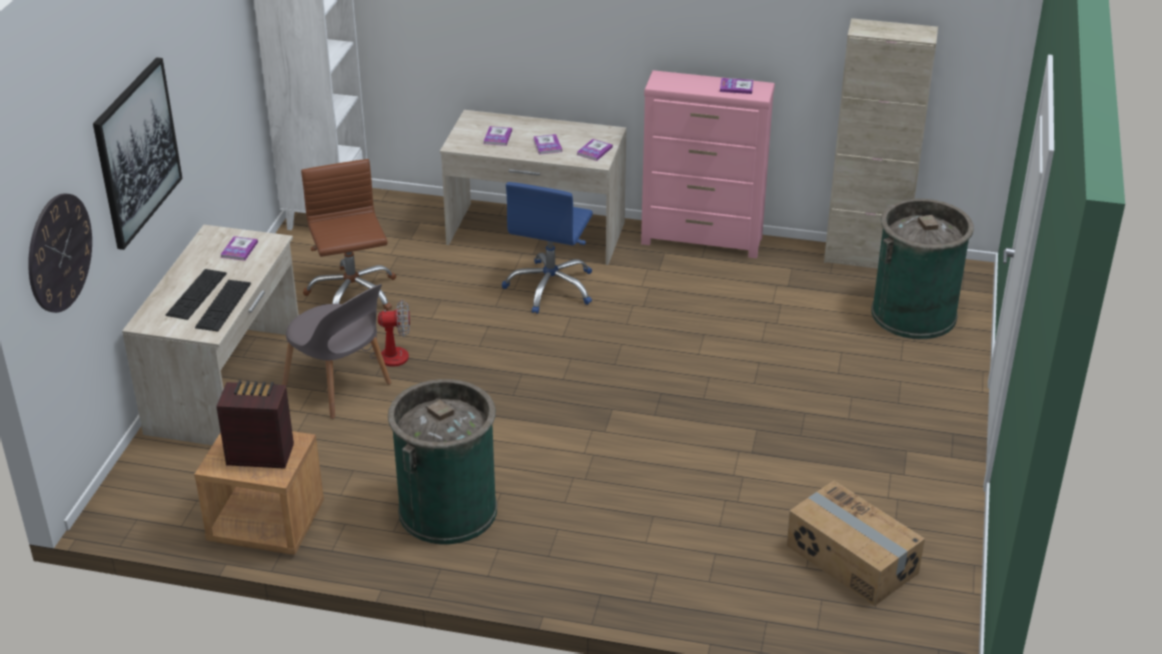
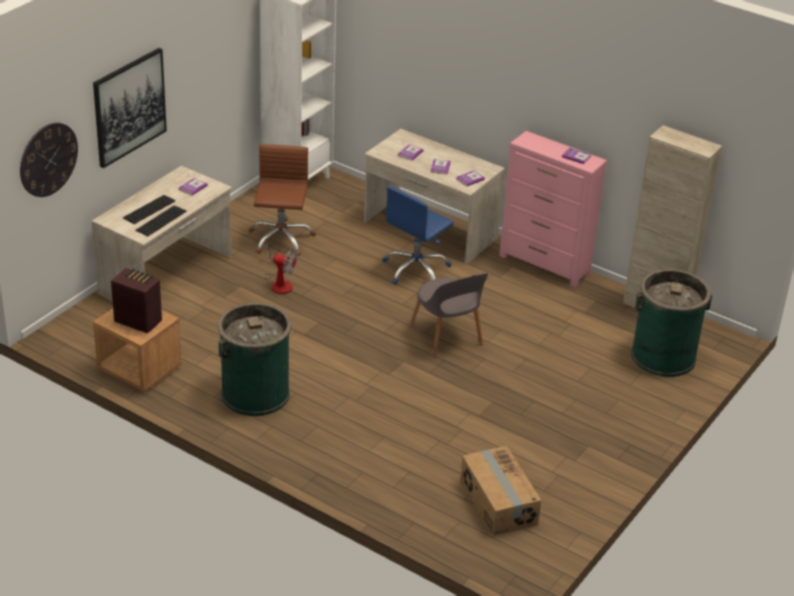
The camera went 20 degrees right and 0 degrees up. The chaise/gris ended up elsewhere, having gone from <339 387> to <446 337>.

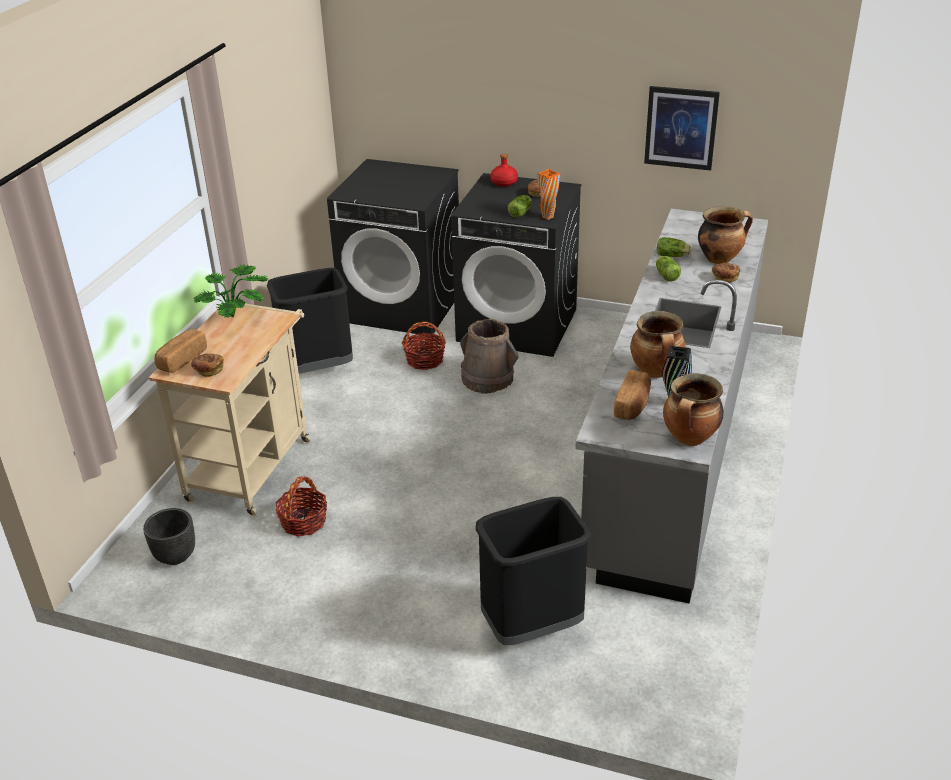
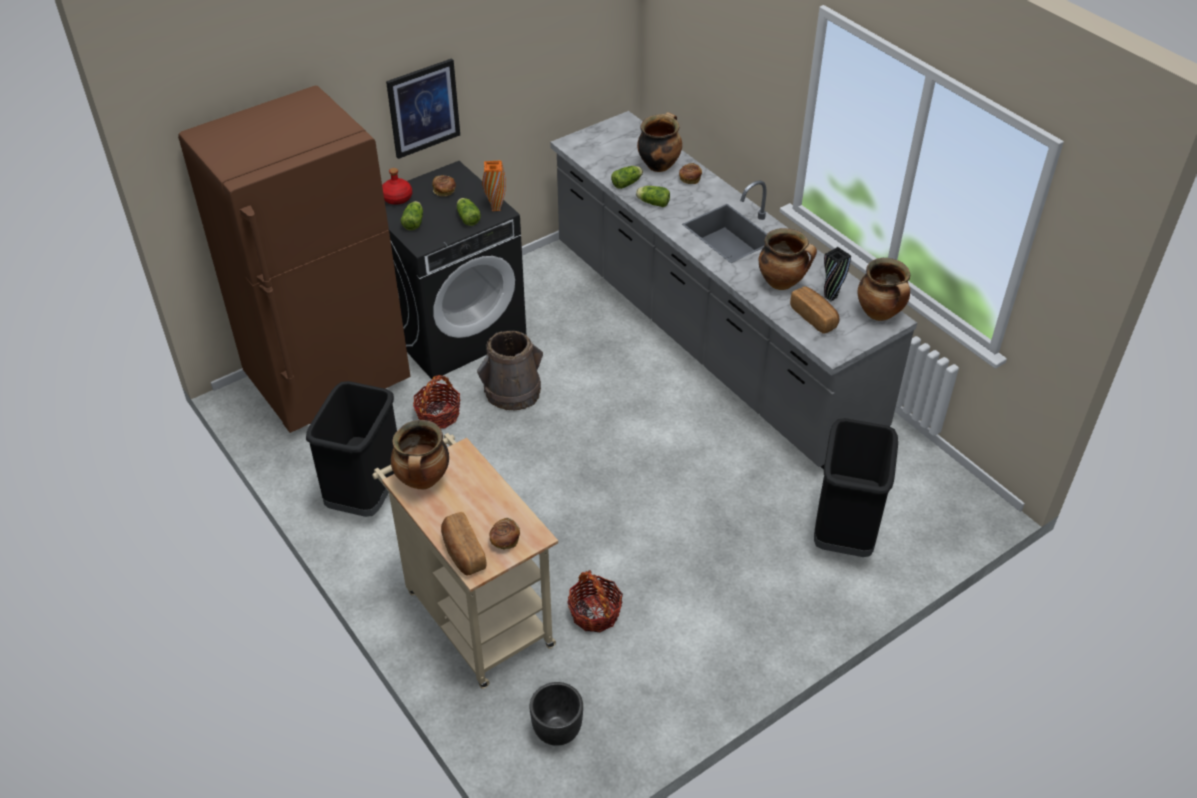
The camera went 55 degrees left and 10 degrees up. Where the lave-linge/noir stood at <403 306>, the réfrigérateur/marron came to stand at <330 383>. The tableau ended up elsewhere, having gone from <681 128> to <423 108>. Where the plante en pot stood at <237 317>, the marmite came to stand at <423 481>. The second view gained the laitue at <414 222>.

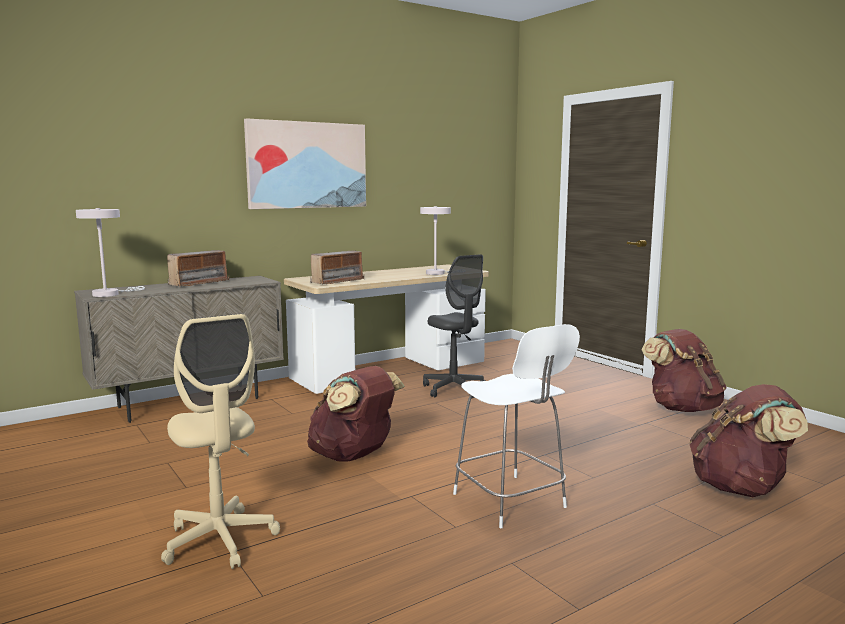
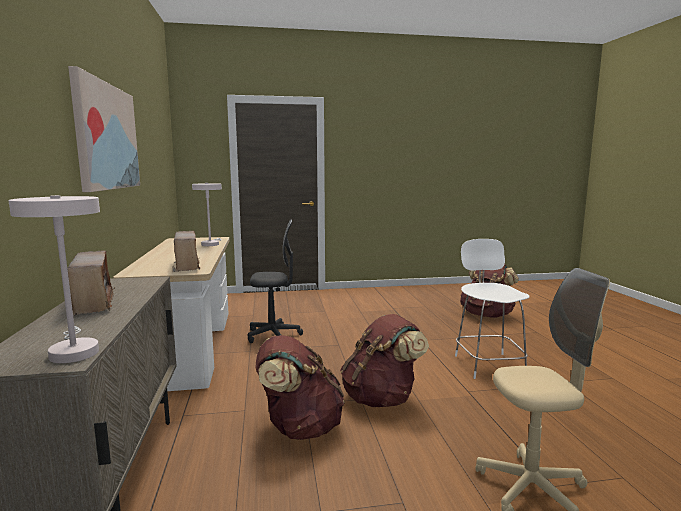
The camera went 65 degrees left and 0 degrees up. The sac à dos/marron ended up elsewhere, having gone from <682 408> to <299 427>. The chaise/blanc at <511 502> ended up facing another way, 90 degrees counterclockwise from before.

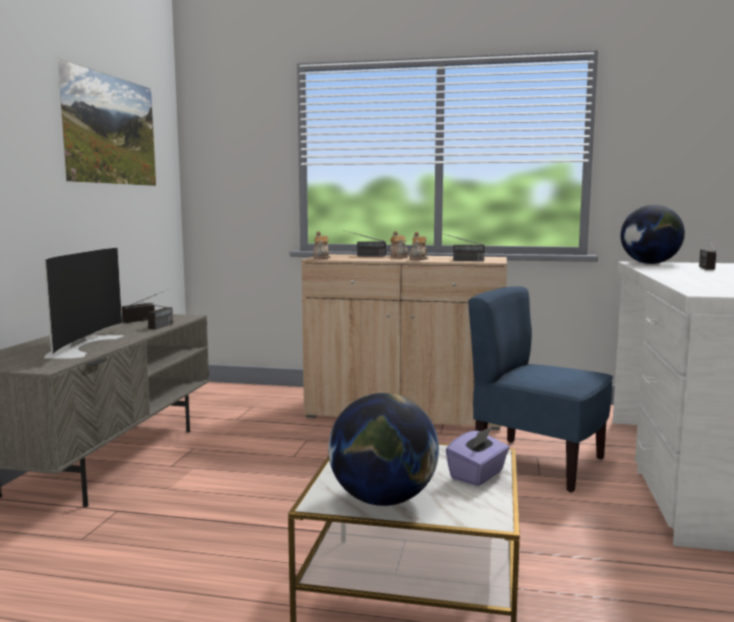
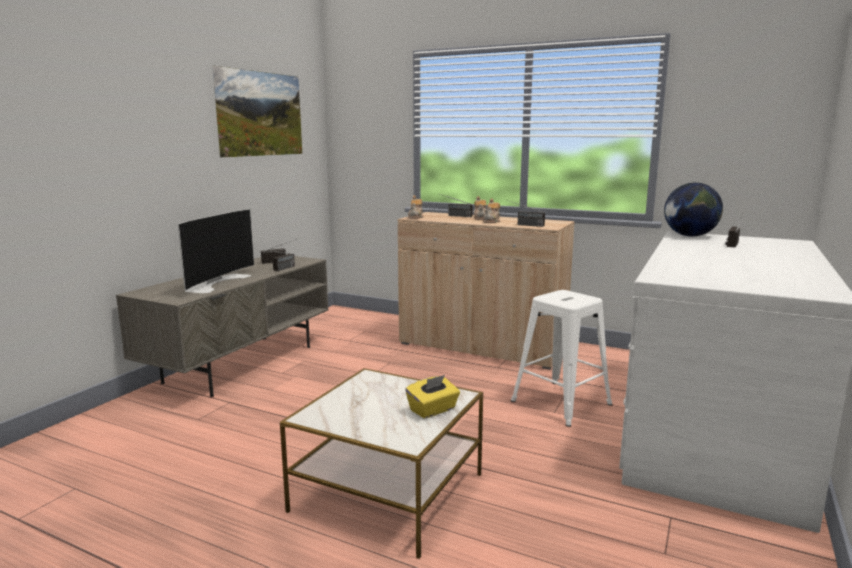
The camera went 15 degrees right and 5 degrees up. What was the boîte à mouchoirs/violet at <477 475> turned into the boîte à mouchoirs/jaune at <433 410>. Where the chaise/bleu stood at <538 463>, the tabouret/blanc came to stand at <560 402>. The second view lost the globe at <383 500>.

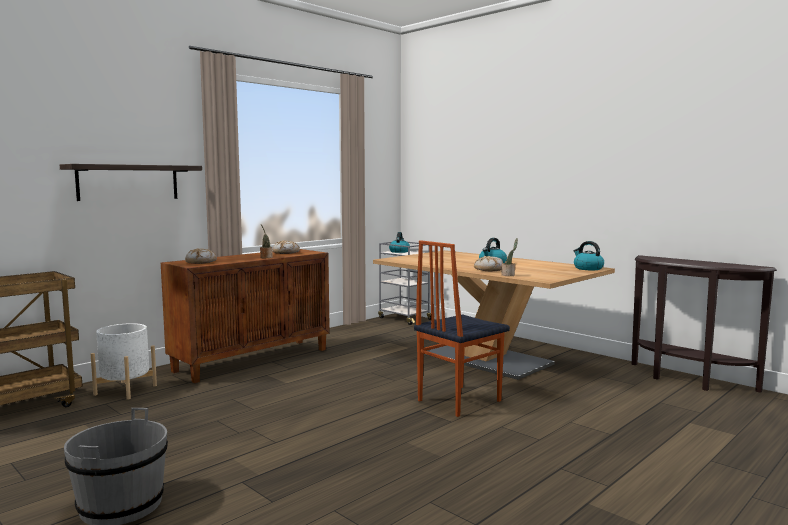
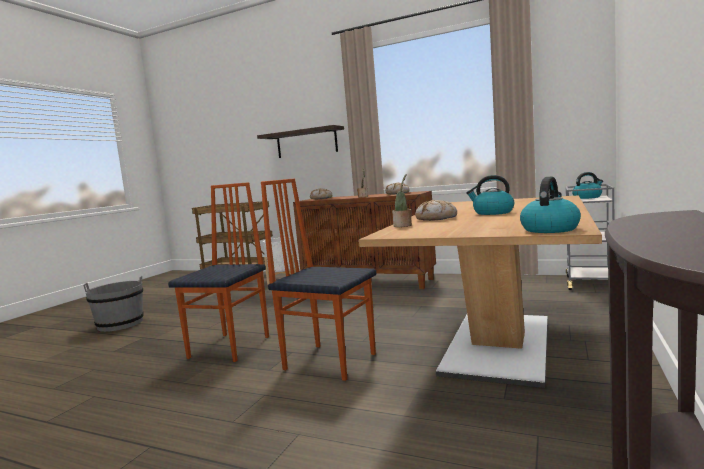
The camera went 70 degrees right and 0 degrees up. The second view gained the chaise at <231 347>.

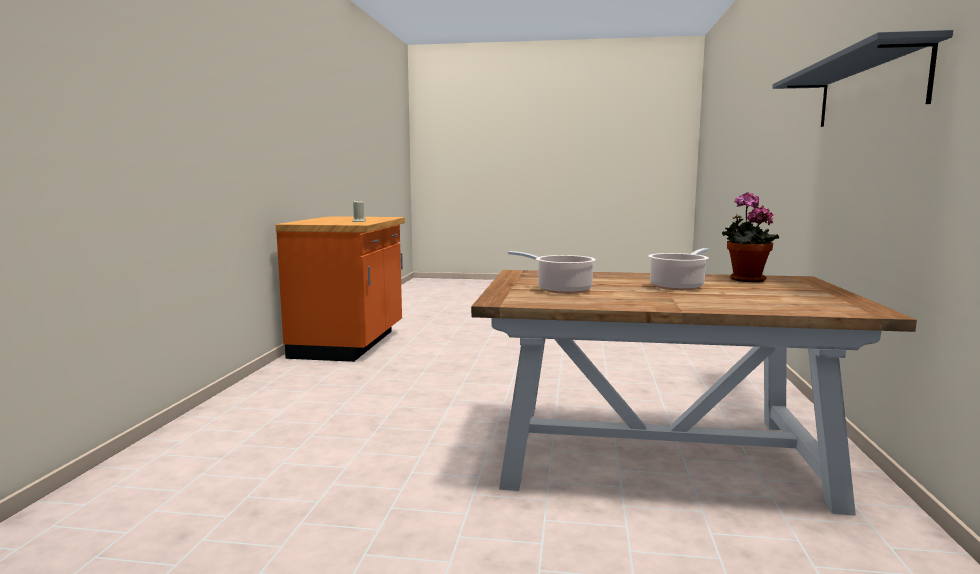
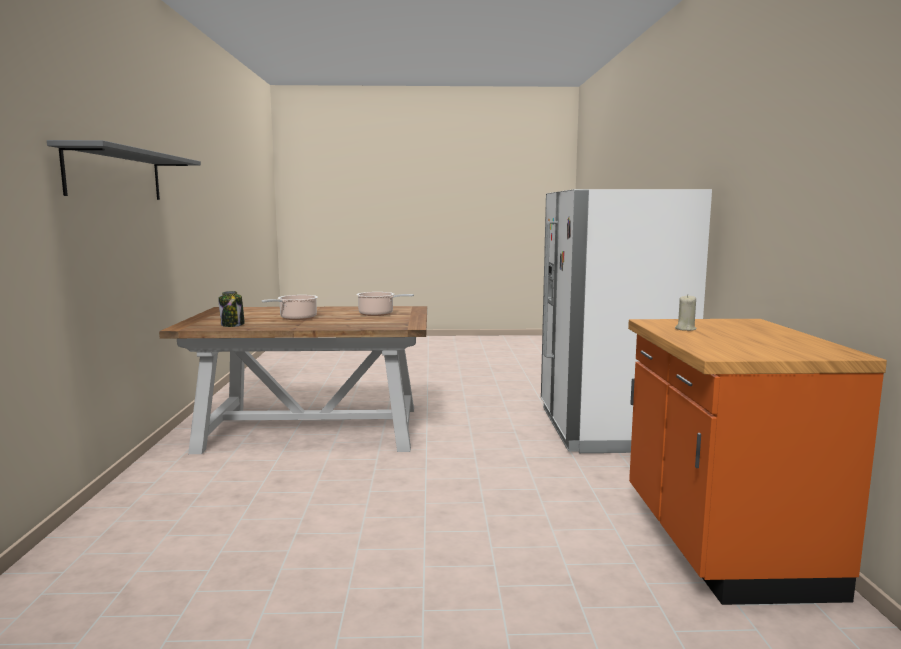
The camera went 170 degrees right and 0 degrees up. Where the plante en pot stood at <744 280>, the bocal came to stand at <233 325>. The second view gained the réfrigérateur/blanc at <609 429>.

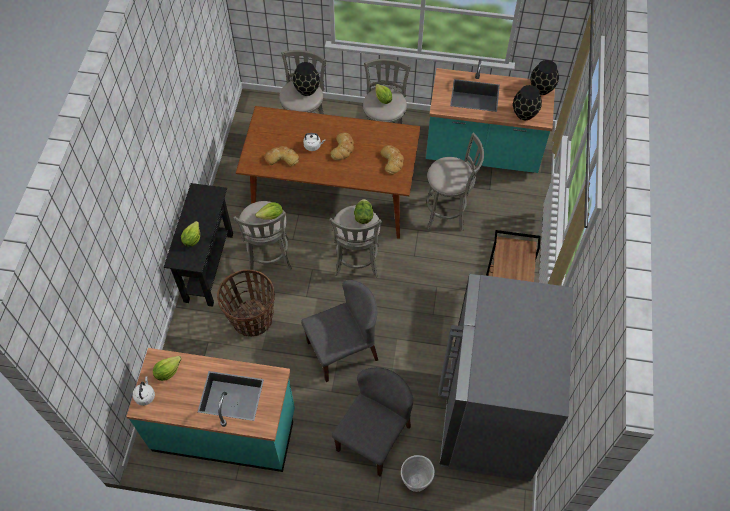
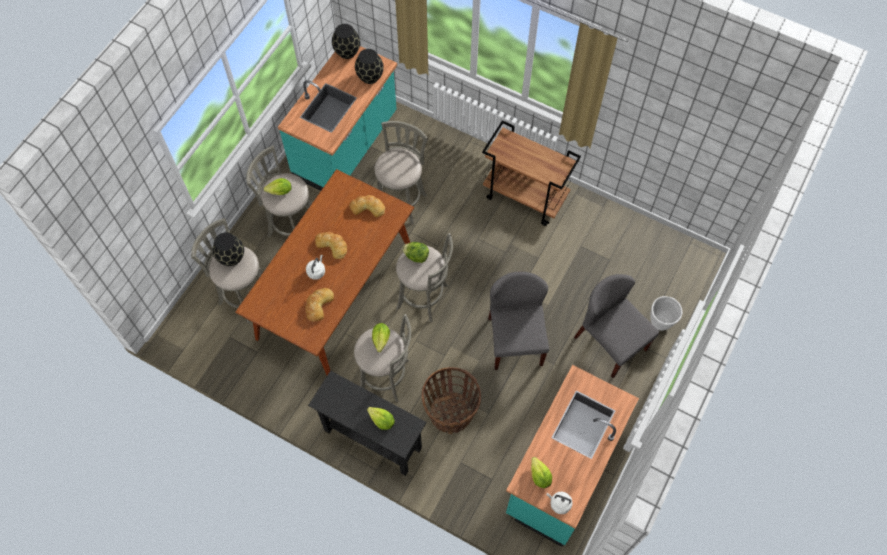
The camera went 70 degrees left and 5 degrees up. The second view lost the réfrigérateur/gris at <488 417>.

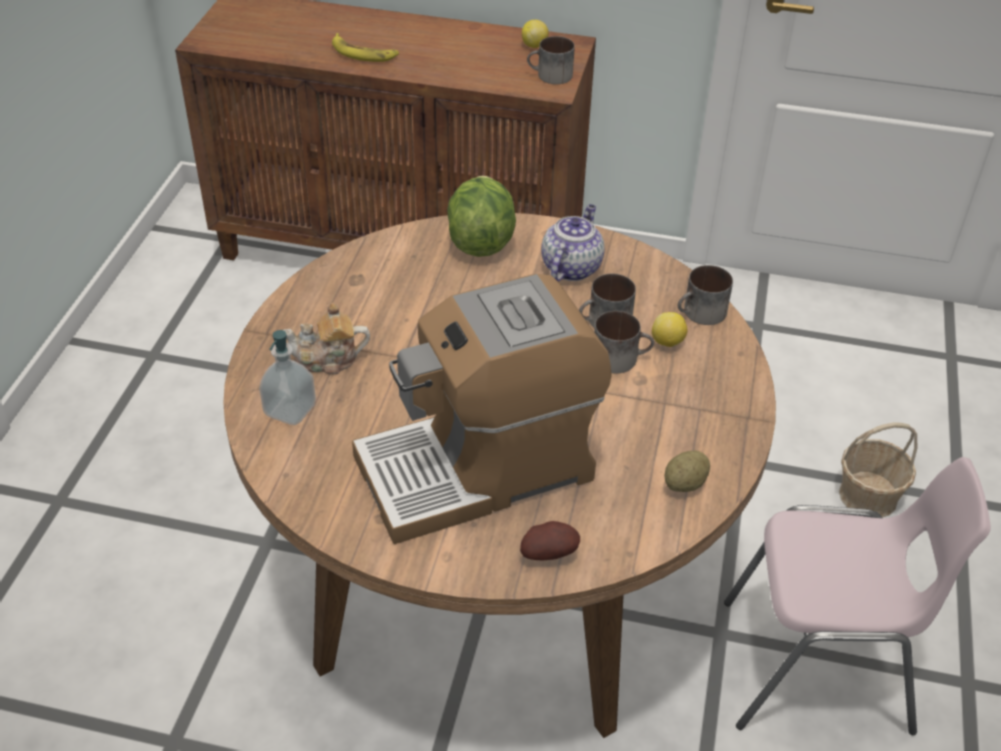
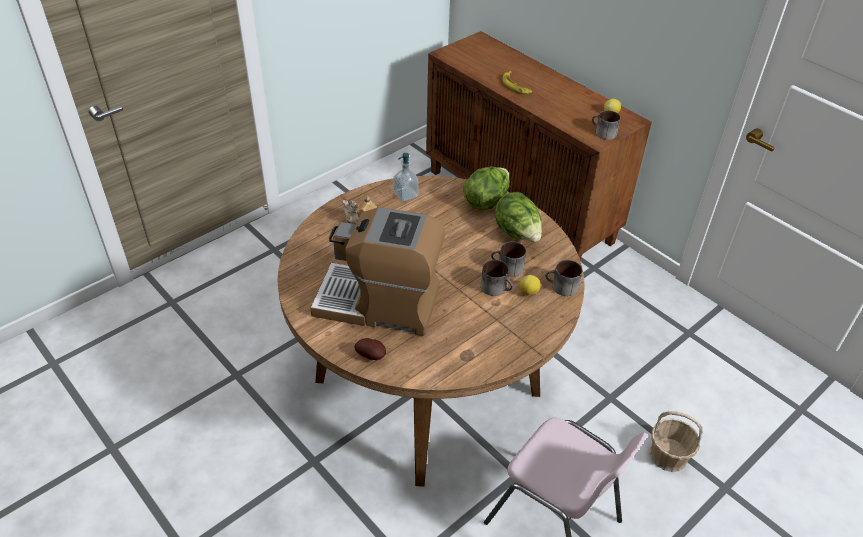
The camera went 35 degrees right and 0 degrees up. The distributeur de savon ended up elsewhere, having gone from <290 410> to <405 195>. Where the théière stood at <571 267>, the laitue came to stand at <517 234>. The second view lost the pomme de terre at <685 484>.

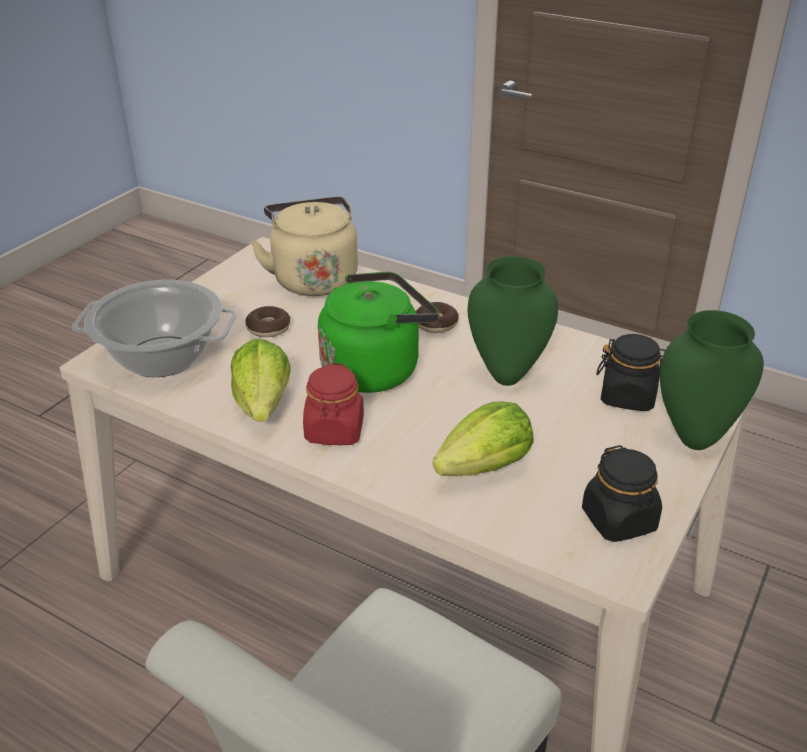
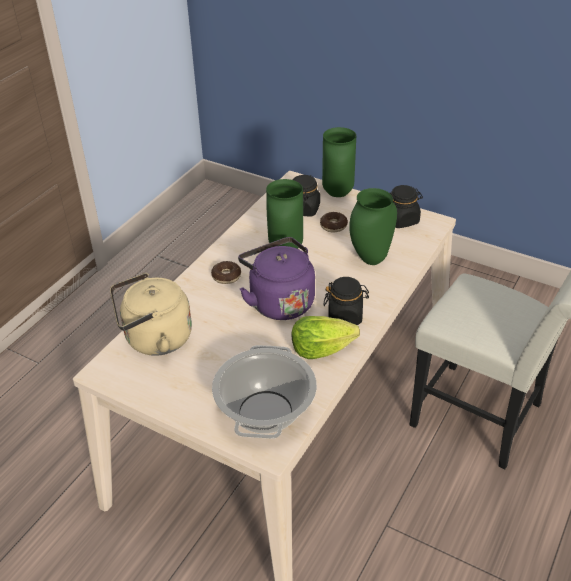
The camera went 90 degrees left and 5 degrees up. What was the bouilloire/vert at <375 369> turned into the bouilloire/violet at <279 301>. The beignet ended up elsewhere, having gone from <268 328> to <333 226>. What was the bocal/rouge at <334 431> turned into the bocal/noir at <345 315>. Where the laitue stood at <485 467>, the vase/vert came to stand at <370 258>.

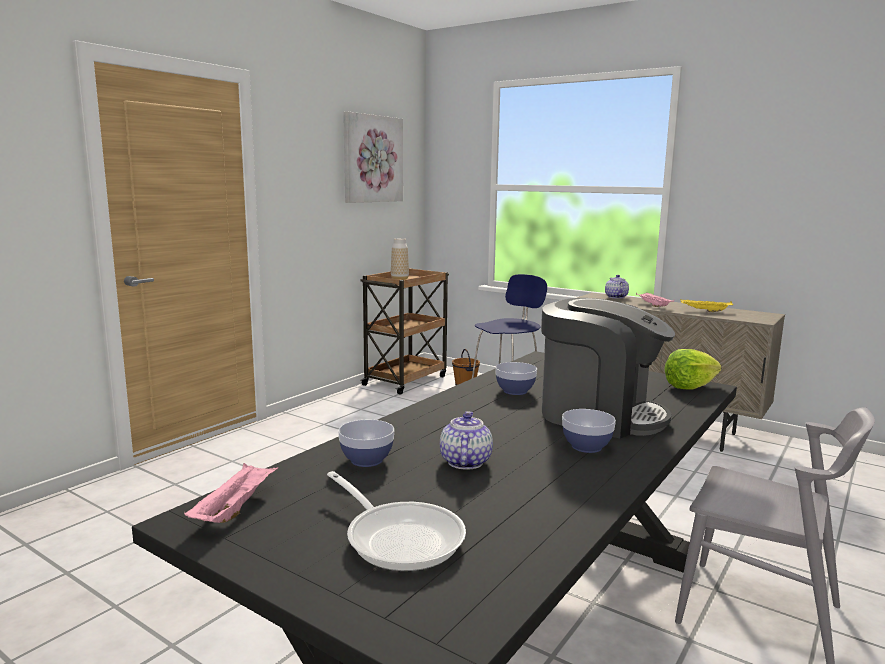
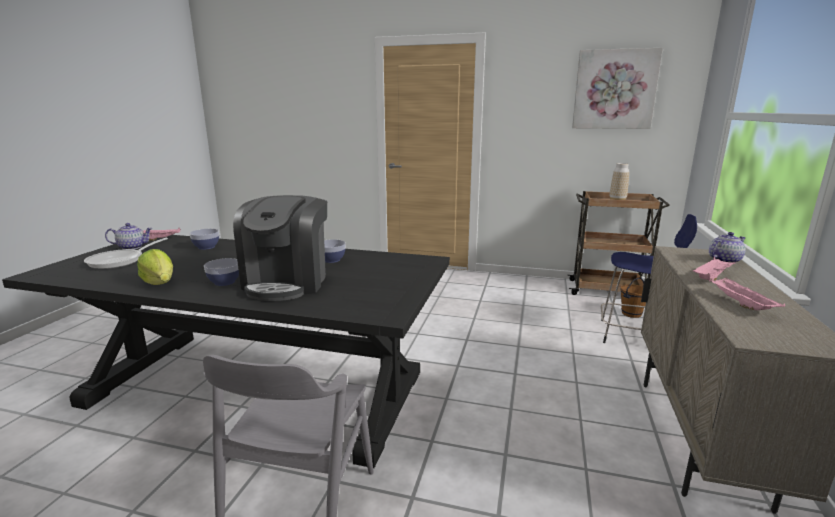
The camera went 70 degrees right and 5 degrees up. The théière ended up elsewhere, having gone from <464 462> to <132 247>. The laitue ended up elsewhere, having gone from <689 386> to <160 283>. What was the plateau/jaune at <705 311> turned into the plateau/rose at <740 304>.

